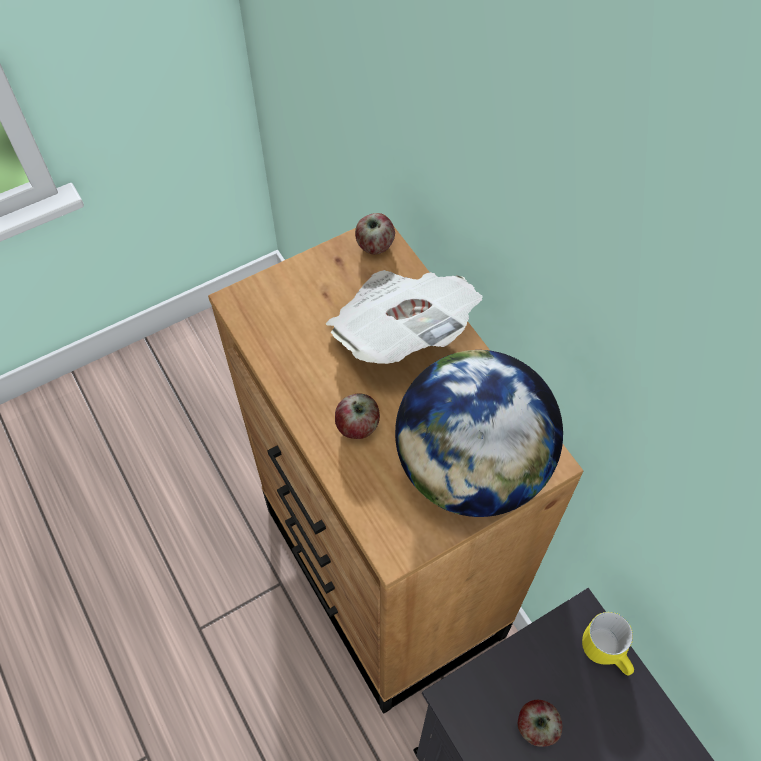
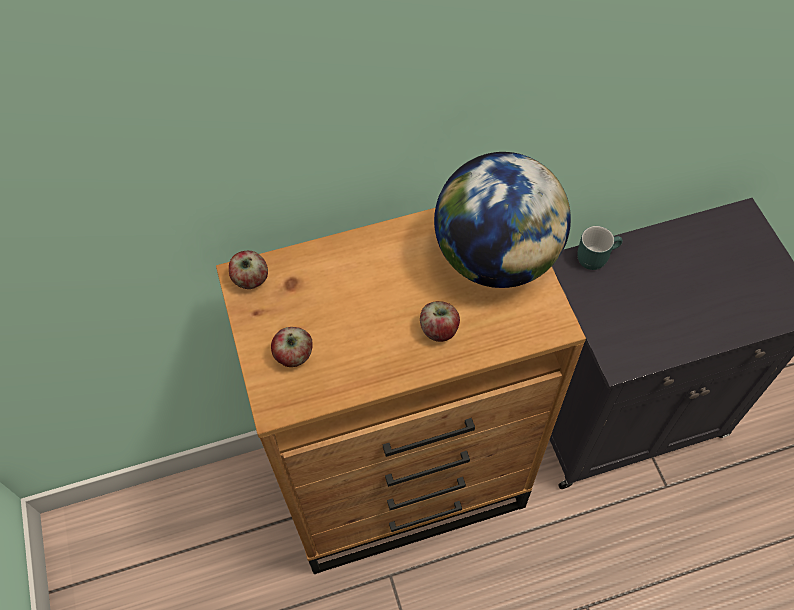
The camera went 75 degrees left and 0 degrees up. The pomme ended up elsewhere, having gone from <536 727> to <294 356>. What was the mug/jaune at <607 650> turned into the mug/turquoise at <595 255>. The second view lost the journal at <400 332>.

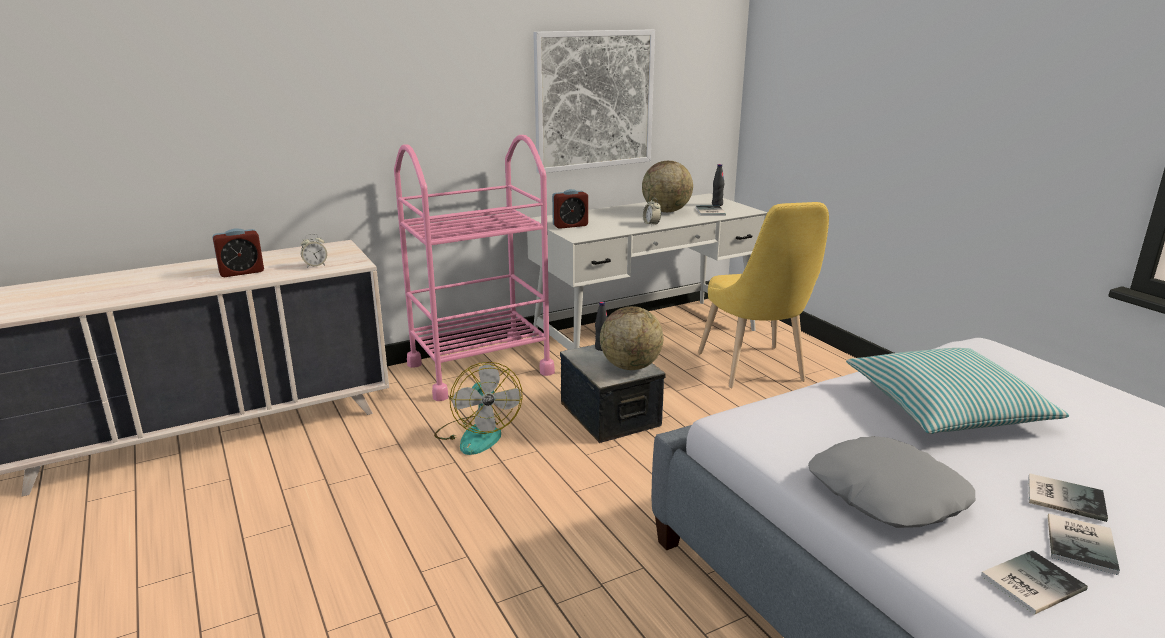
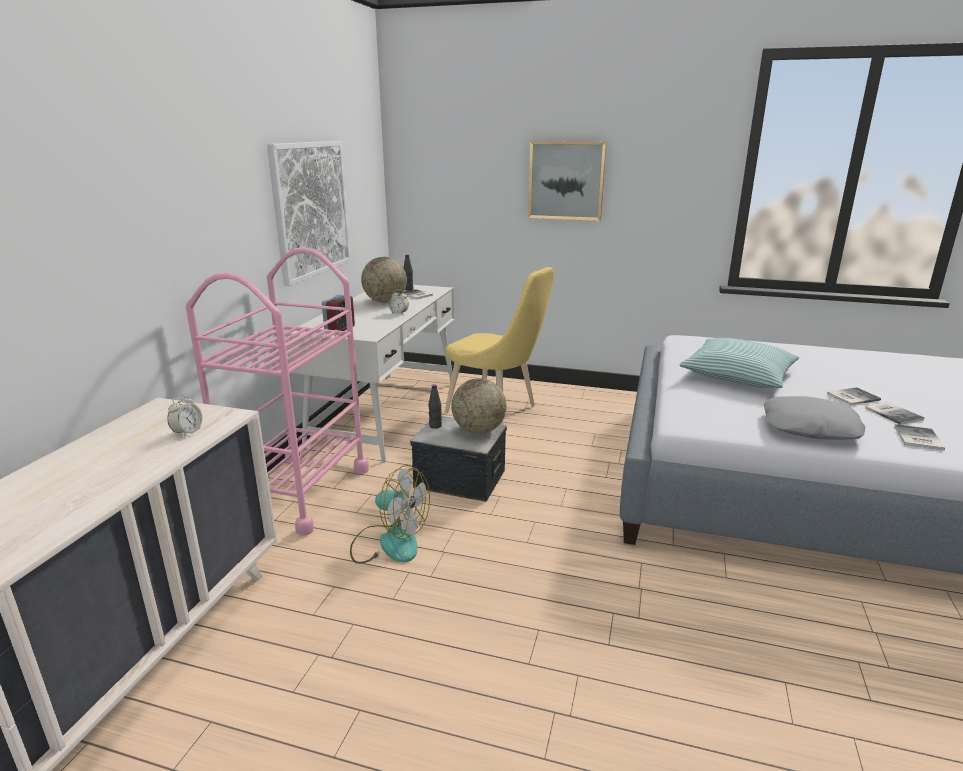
The camera went 45 degrees left and 0 degrees up. The second view gained the tableau at <566 180>. The second view lost the réveil at <241 272>.

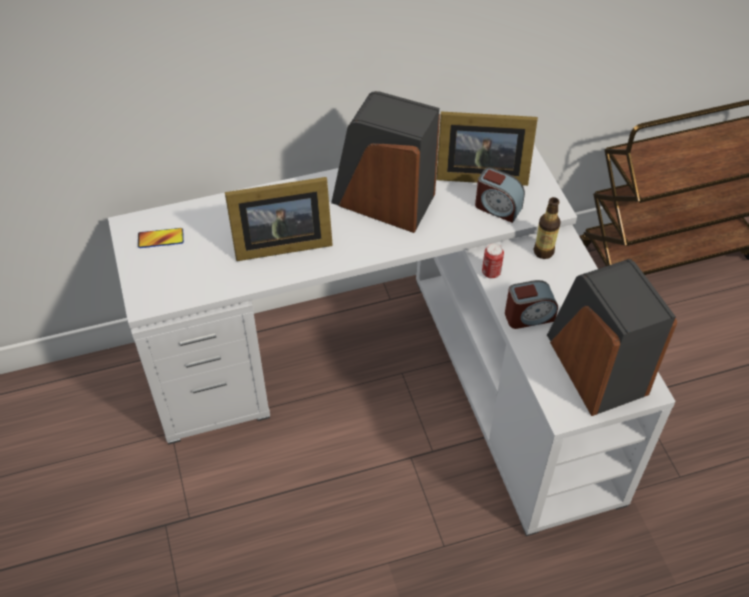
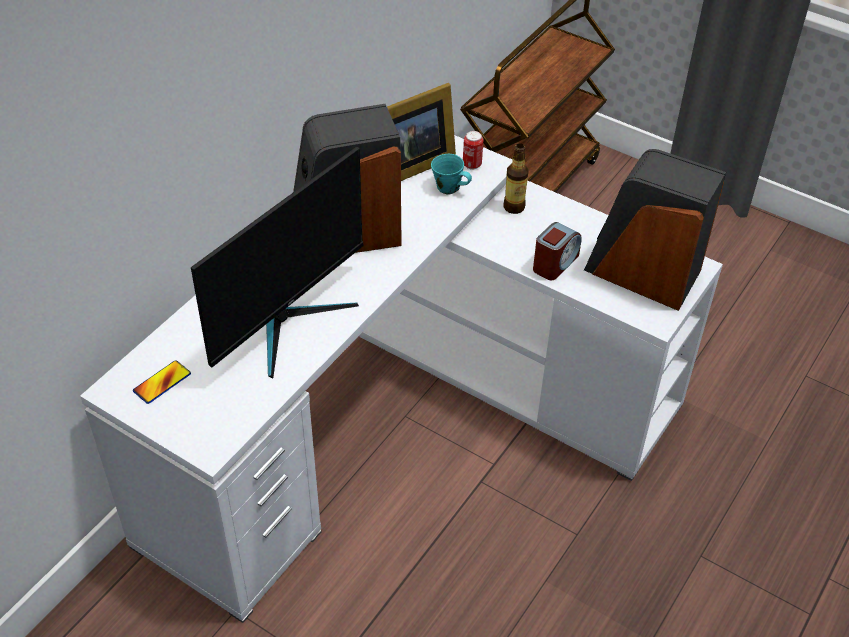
The camera went 40 degrees left and 5 degrees down. Where the cadre photo stood at <279 243>, the écran d'ordinateur came to stand at <288 321>. Where the réveil stood at <497 207>, the mug/turquoise came to stand at <449 188>. The boîte métallique ended up elsewhere, having gone from <491 273> to <472 164>.

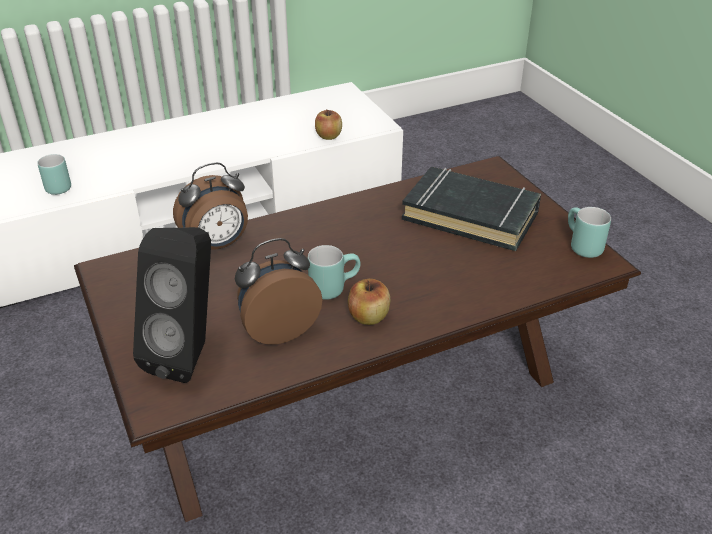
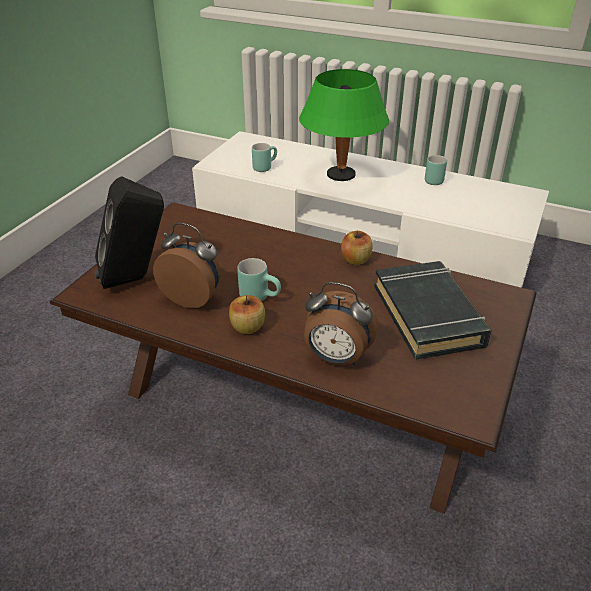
The camera went 50 degrees right and 0 degrees up. The second view gained the lampe de table/vert at <340 175>. The réveil ended up elsewhere, having gone from <217 245> to <336 358>. The pomme ended up elsewhere, having gone from <328 136> to <355 260>. The mug/turquoise ended up elsewhere, having gone from <579 246> to <433 179>.

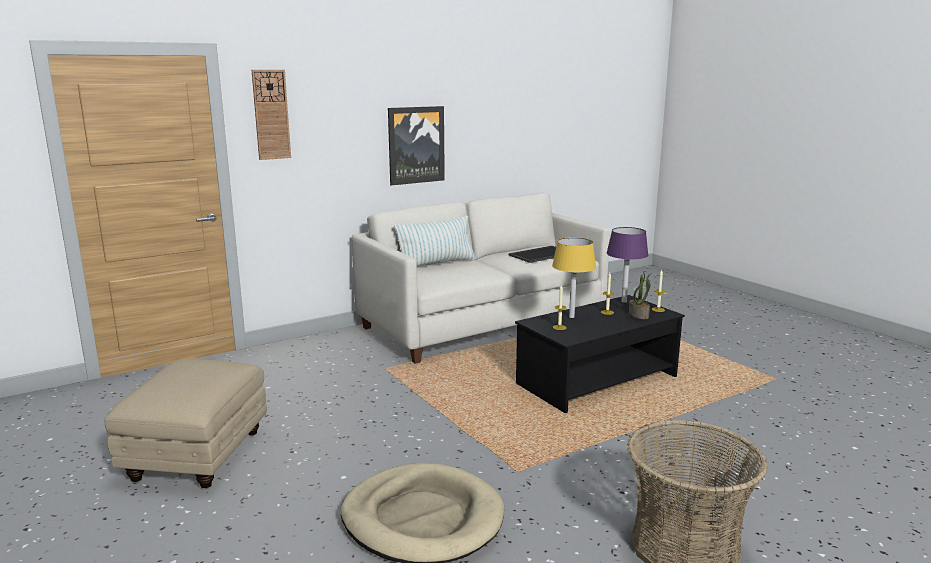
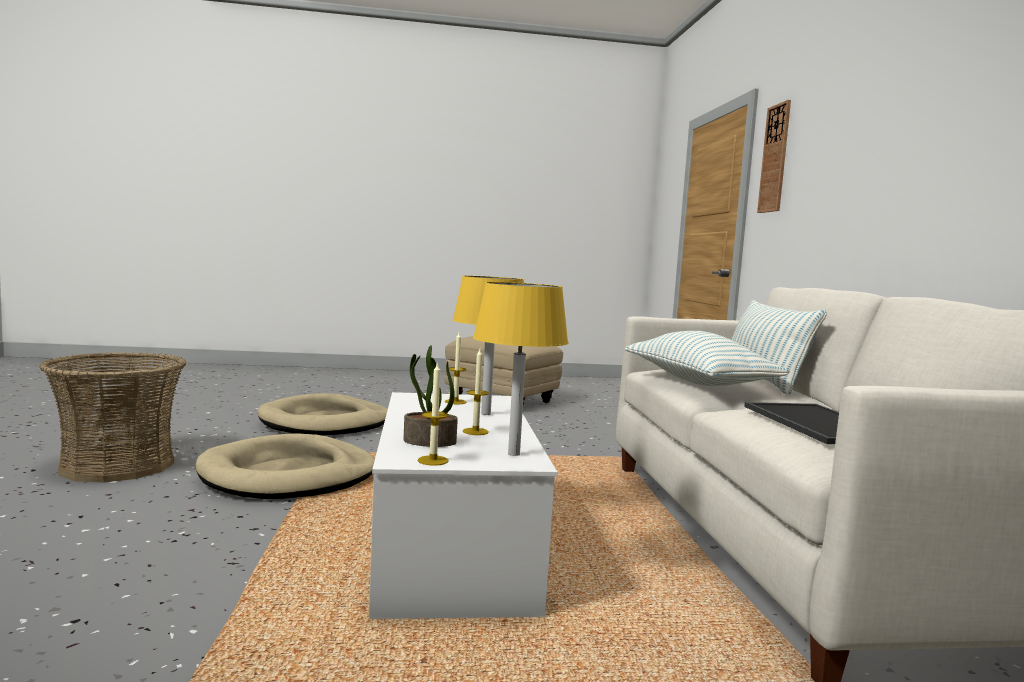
The camera went 115 degrees right and 10 degrees down. The second view gained the panier pour chien/beige at <289 475>. What was the table basse/noir at <597 380> turned into the table basse/blanc at <452 547>. What was the lampe de table/violet at <623 302> turned into the lampe de table/jaune at <514 454>. The second view gained the coussin at <698 382>. The second view lost the tableau at <416 145>.

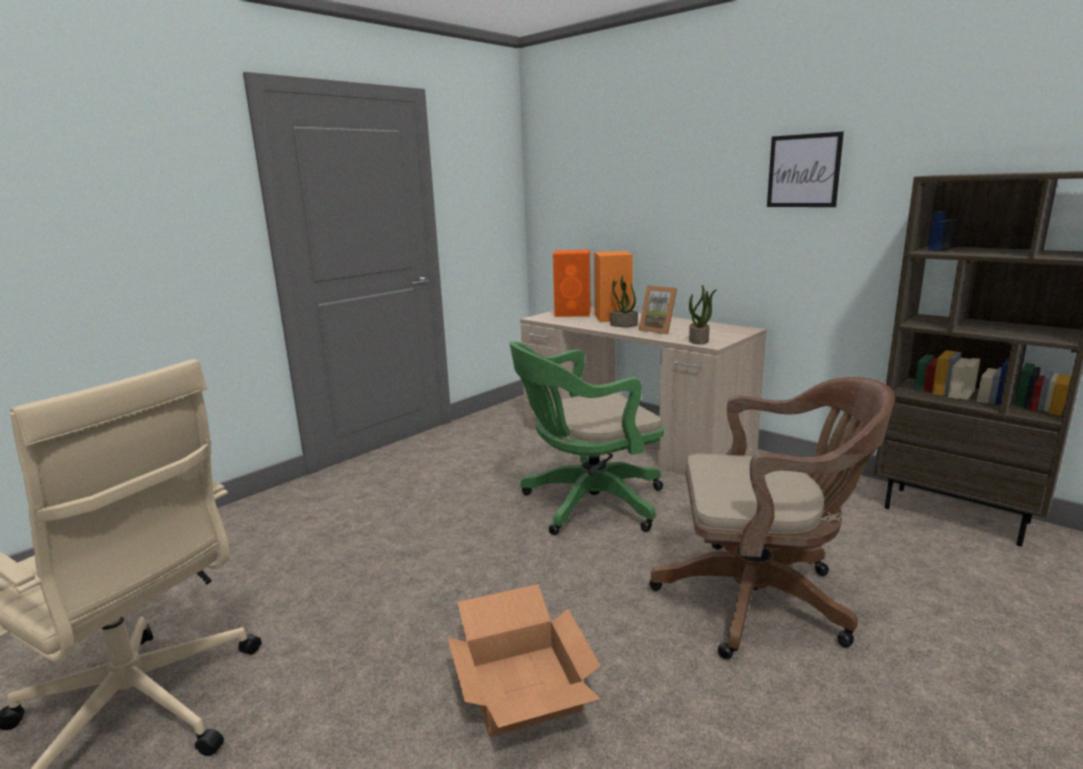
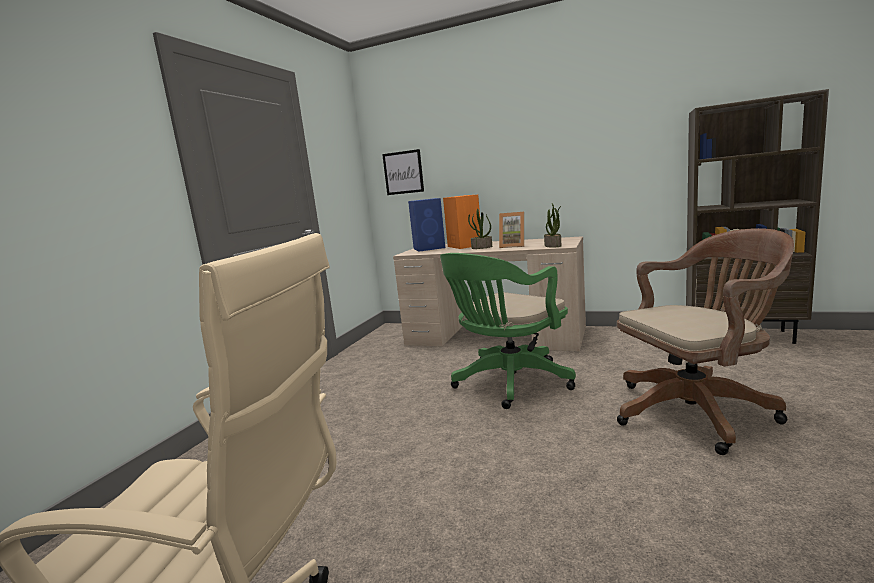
The camera went 20 degrees left and 5 degrees down. The tableau ended up elsewhere, having gone from <803 171> to <403 172>. What was the enceinte/orange at <574 313> turned into the enceinte/bleu at <430 248>. The second view lost the carton at <525 688>.

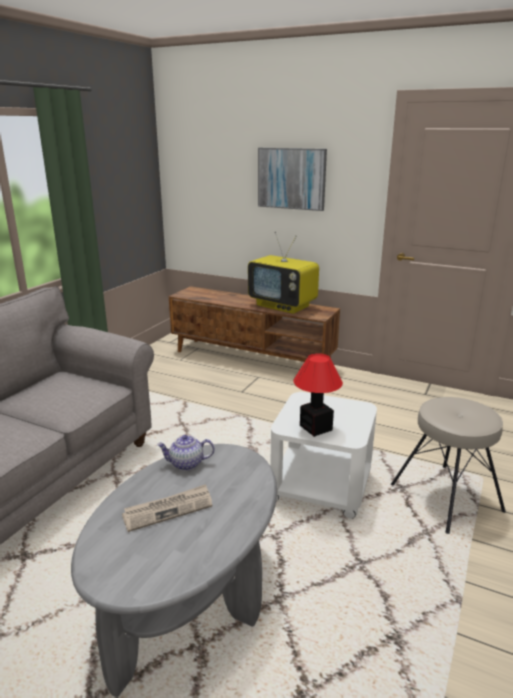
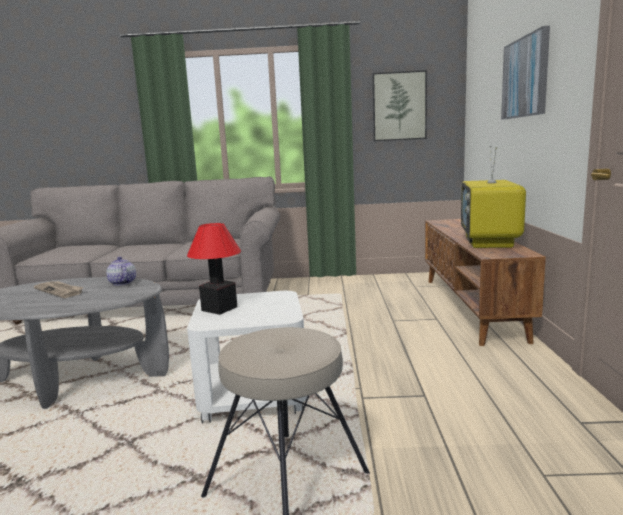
The camera went 65 degrees right and 10 degrees down. The second view gained the tableau at <399 106>.

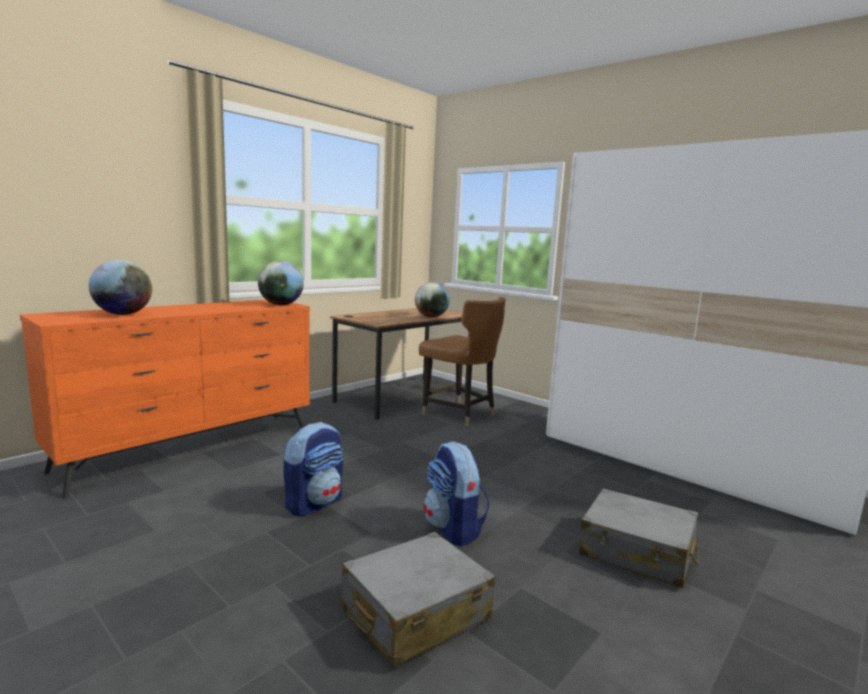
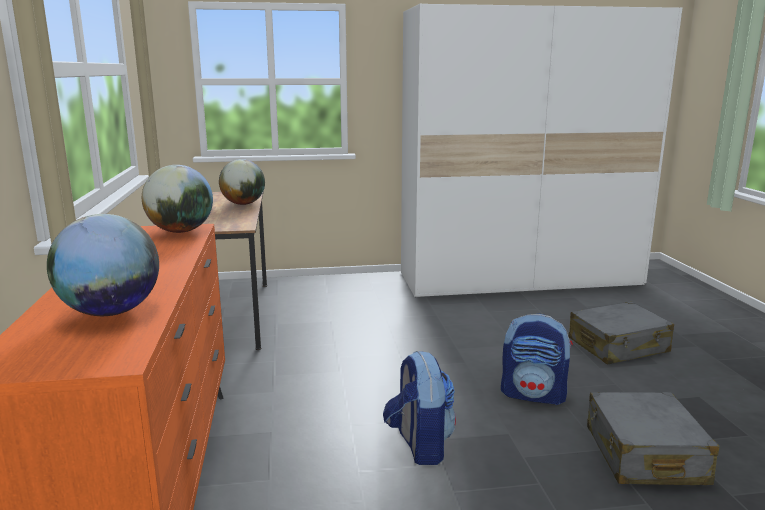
The camera went 50 degrees left and 5 degrees up. The second view lost the chaise/marron at <459 414>.

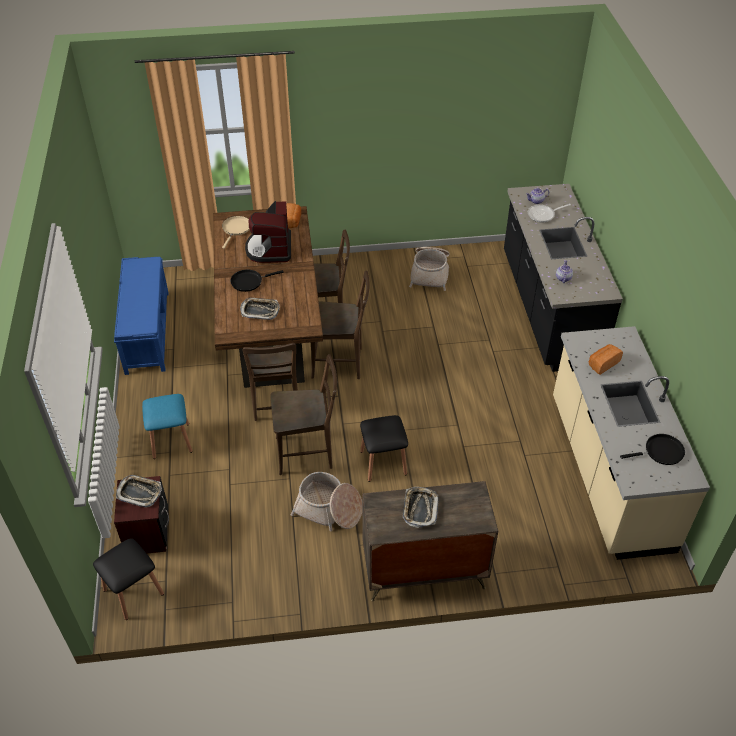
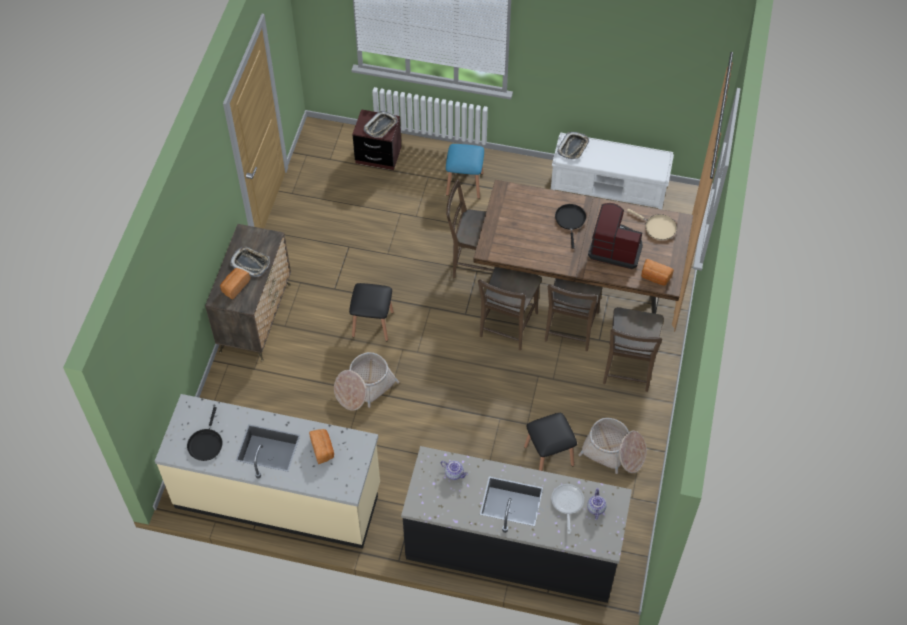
The camera went 110 degrees right and 10 degrees up. The second view gained the pain at <235 287>. The panier ended up elsewhere, having gone from <328 509> to <364 387>. The tabouret/noir ended up elsewhere, having gone from <133 592> to <549 455>. What was the banc/bleu at <147 331> turned into the banc/blanc at <609 188>. The plateau ended up elsewhere, having gone from <260 311> to <573 147>. The chaise/marron ended up elsewhere, having gone from <308 452> to <628 370>.

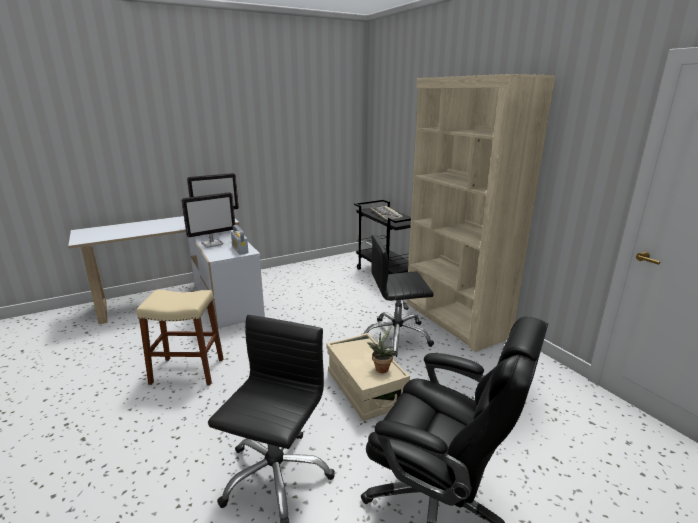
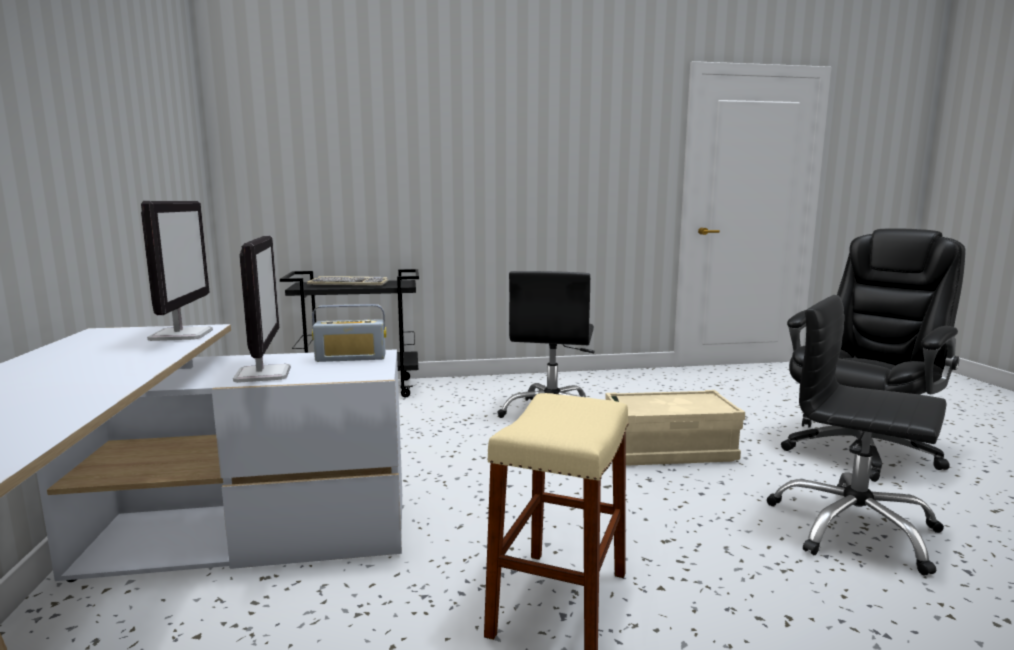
The camera went 70 degrees left and 10 degrees down. The second view lost the plante en pot at <381 368>. The second view lost the bibliothèque/beige at <454 320>.

